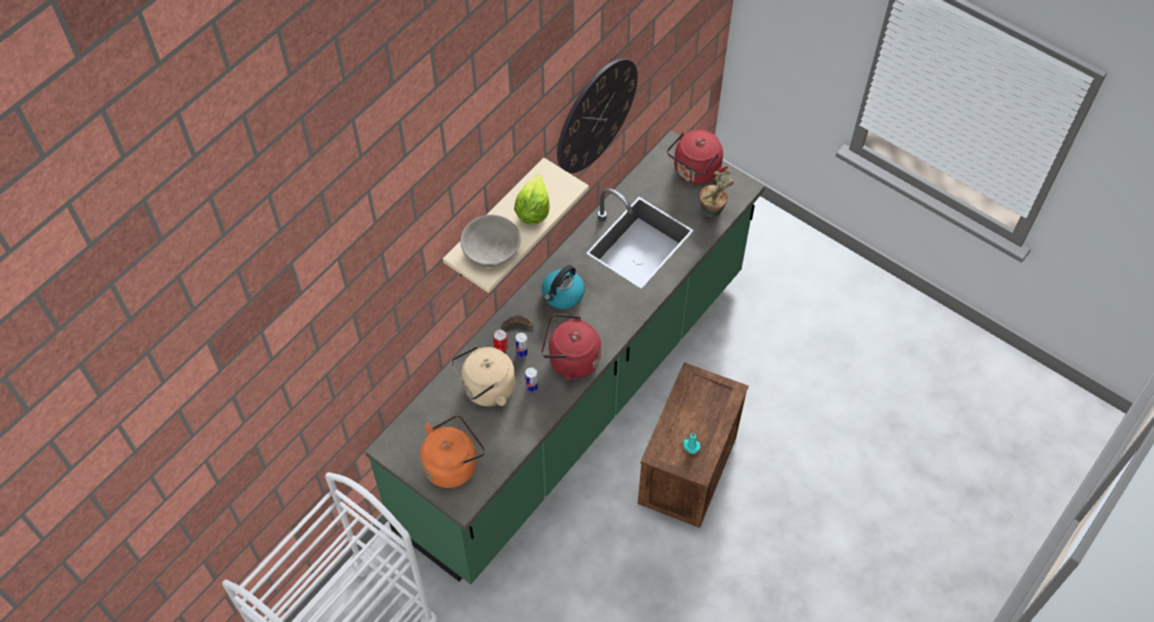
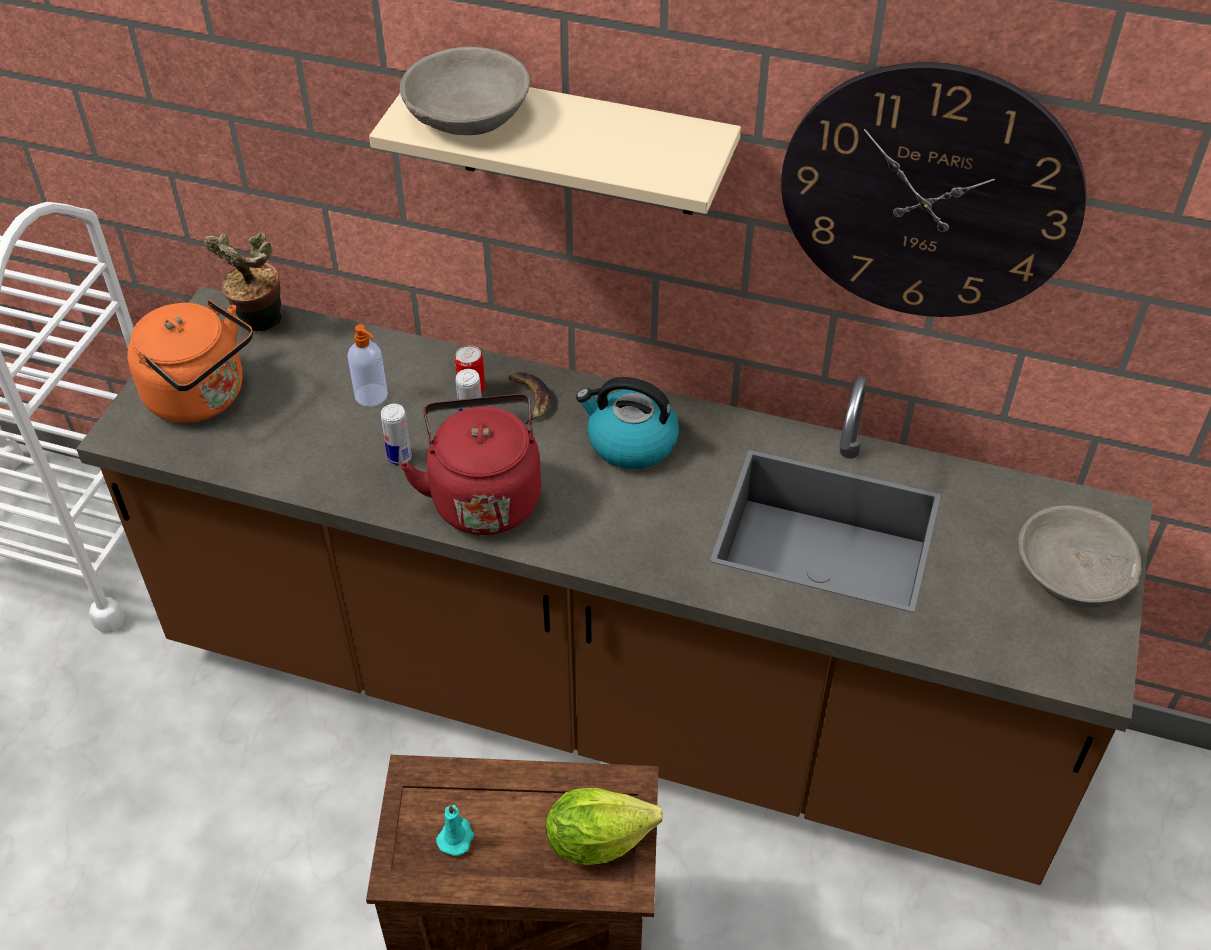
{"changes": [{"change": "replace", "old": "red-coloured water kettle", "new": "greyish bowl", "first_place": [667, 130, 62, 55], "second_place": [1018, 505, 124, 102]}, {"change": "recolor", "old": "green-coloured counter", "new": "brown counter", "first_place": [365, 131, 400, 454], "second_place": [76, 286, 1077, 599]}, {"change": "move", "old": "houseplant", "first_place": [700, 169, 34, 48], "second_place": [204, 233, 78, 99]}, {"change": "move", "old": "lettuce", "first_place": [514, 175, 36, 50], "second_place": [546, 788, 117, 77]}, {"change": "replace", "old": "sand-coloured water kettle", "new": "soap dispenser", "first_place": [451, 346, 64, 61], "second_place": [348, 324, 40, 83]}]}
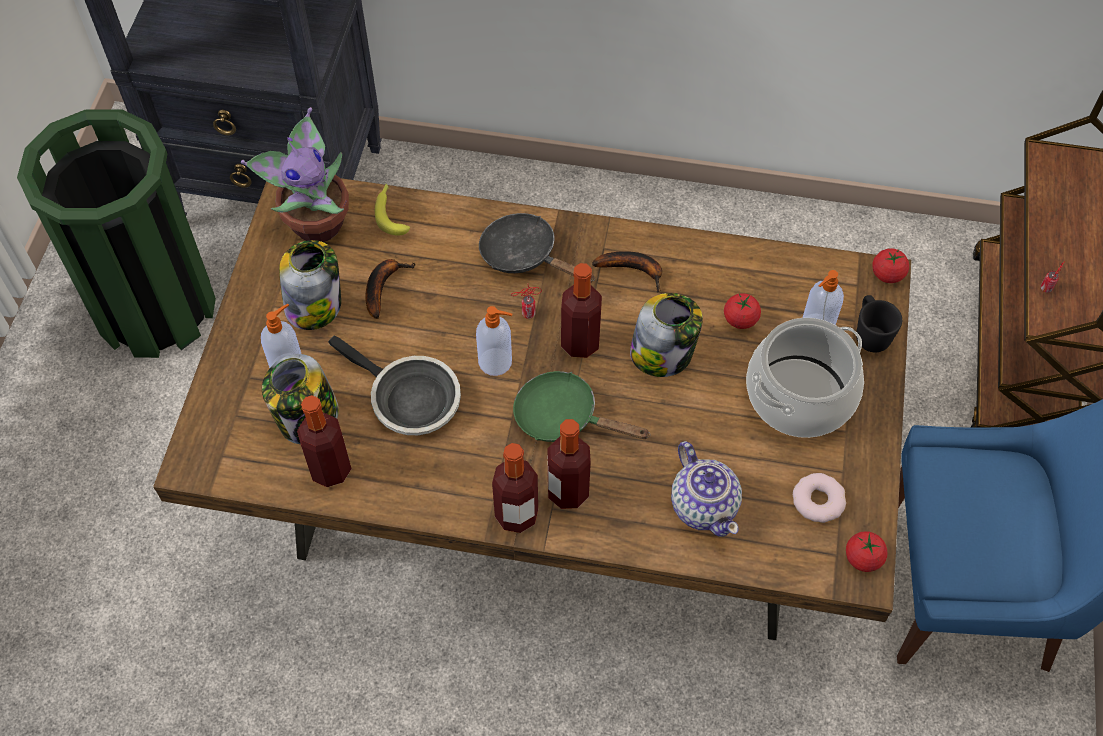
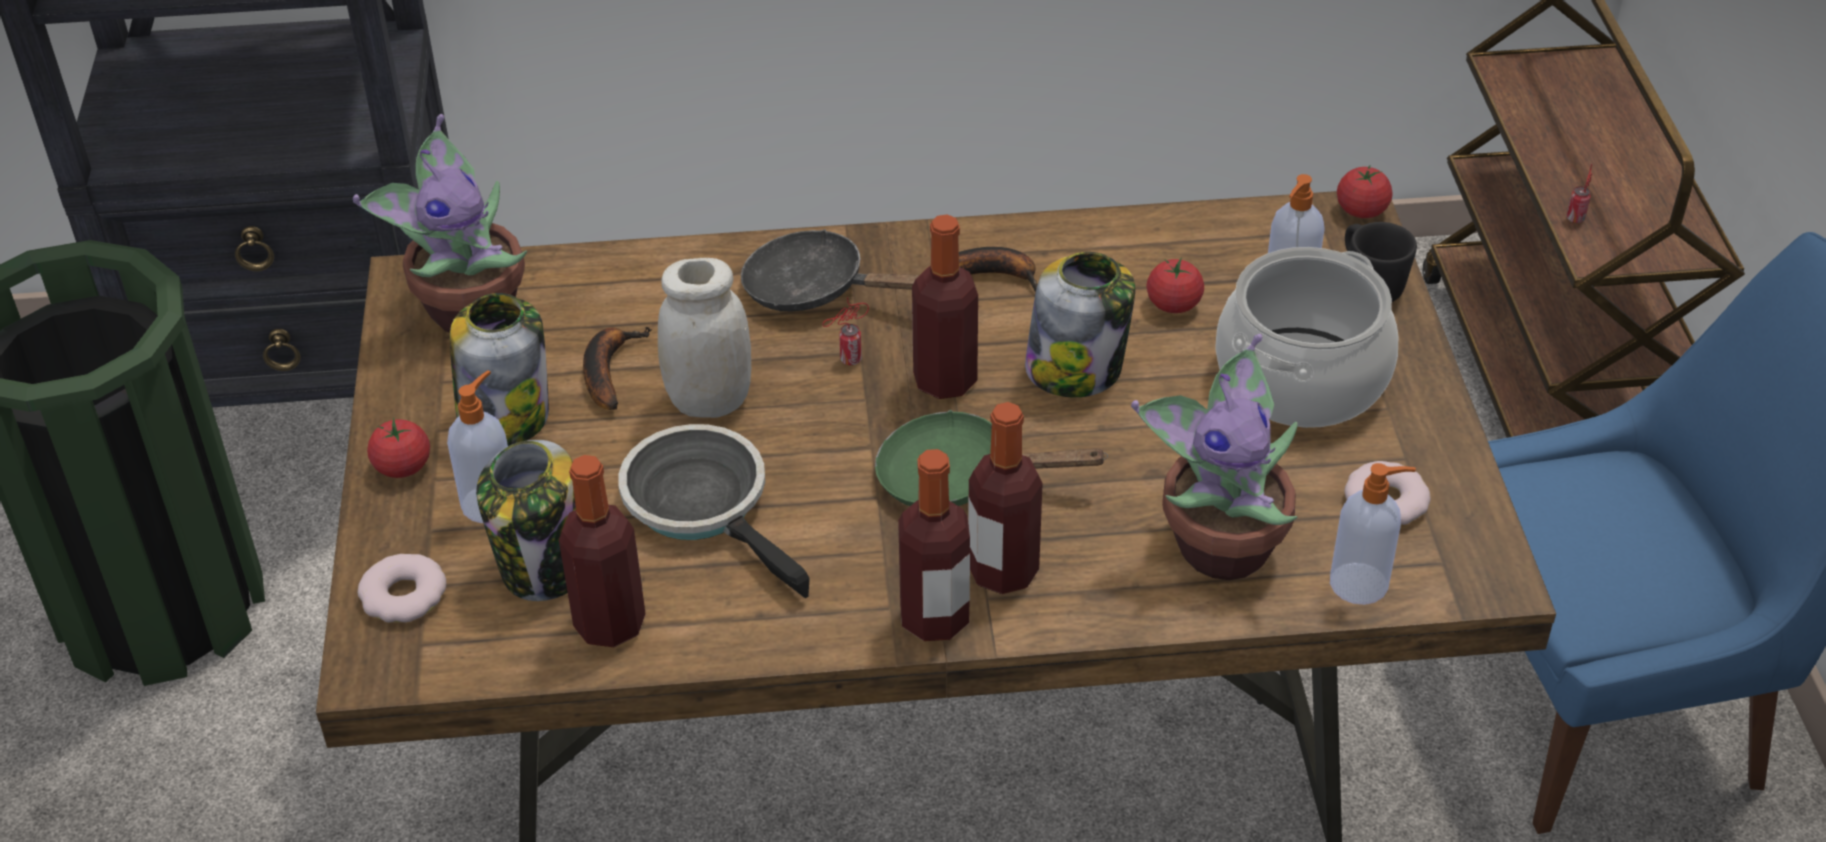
{"changes": [{"change": "delete", "old": "banana fruit", "first_place": [375, 184, 35, 51]}, {"change": "move", "old": "soap dispenser", "first_place": [476, 306, 36, 70], "second_place": [1330, 463, 86, 142]}, {"change": "rotate", "old": "pan", "first_place": [328, 336, 133, 99], "second_place": [618, 424, 192, 174], "degrees": -150}, {"change": "replace", "old": "tea pot", "new": "houseplant", "first_place": [671, 441, 71, 96], "second_place": [1131, 334, 167, 246]}, {"change": "move", "old": "whole tomato", "first_place": [846, 531, 42, 41], "second_place": [367, 417, 63, 61]}, {"change": "insert", "new": "white jar", "second_place": [658, 258, 93, 160]}, {"change": "insert", "new": "doughnut", "second_place": [358, 554, 88, 69]}]}
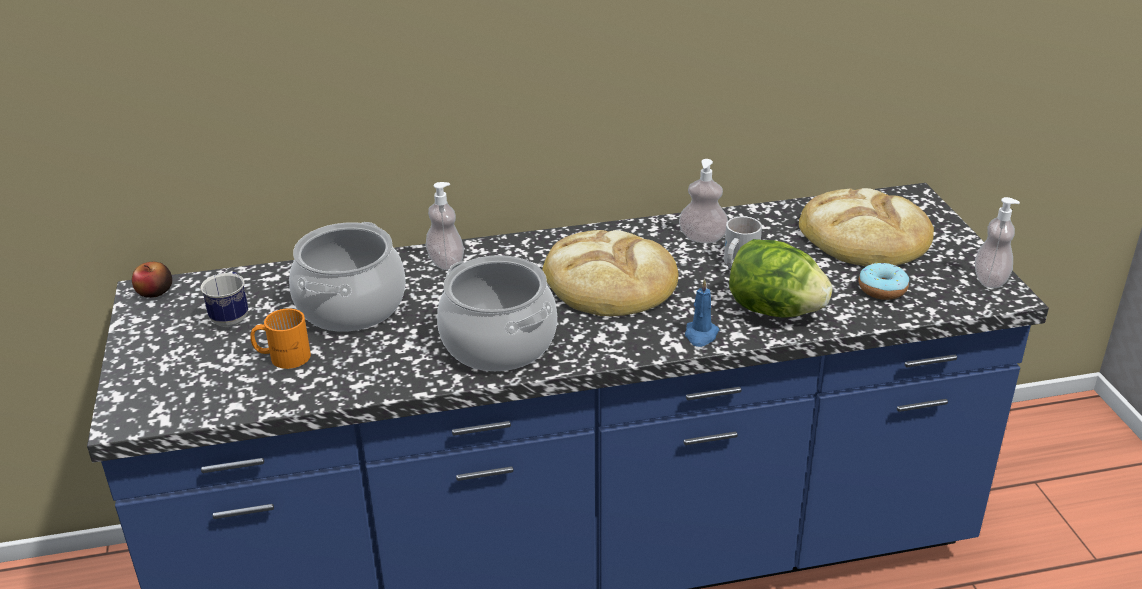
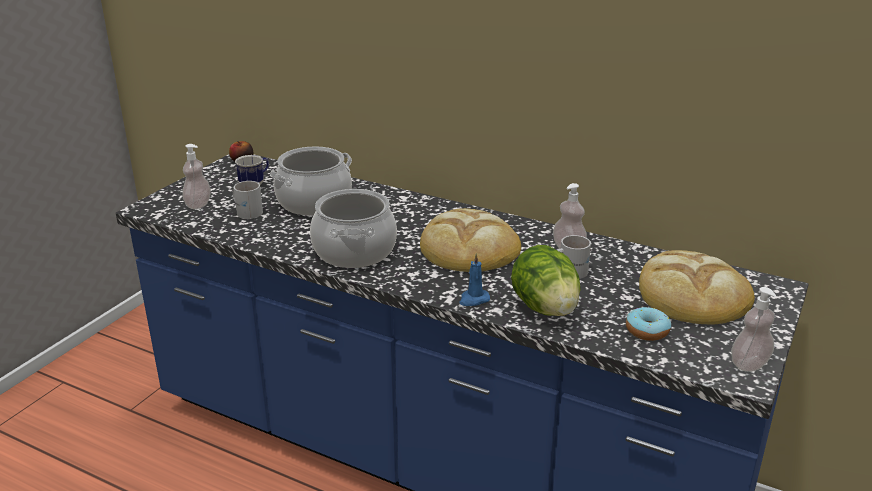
{"changes": [{"change": "move", "old": "soap dispenser", "first_place": [425, 182, 39, 88], "second_place": [182, 144, 29, 65]}, {"change": "recolor", "old": "orangey mug", "new": "white mug", "first_place": [250, 308, 61, 61], "second_place": [233, 181, 30, 38]}]}
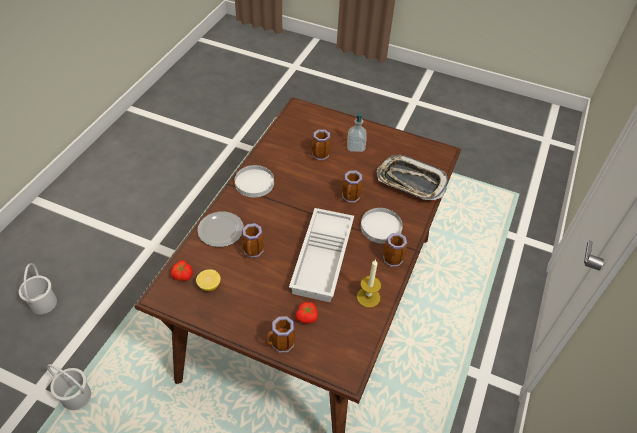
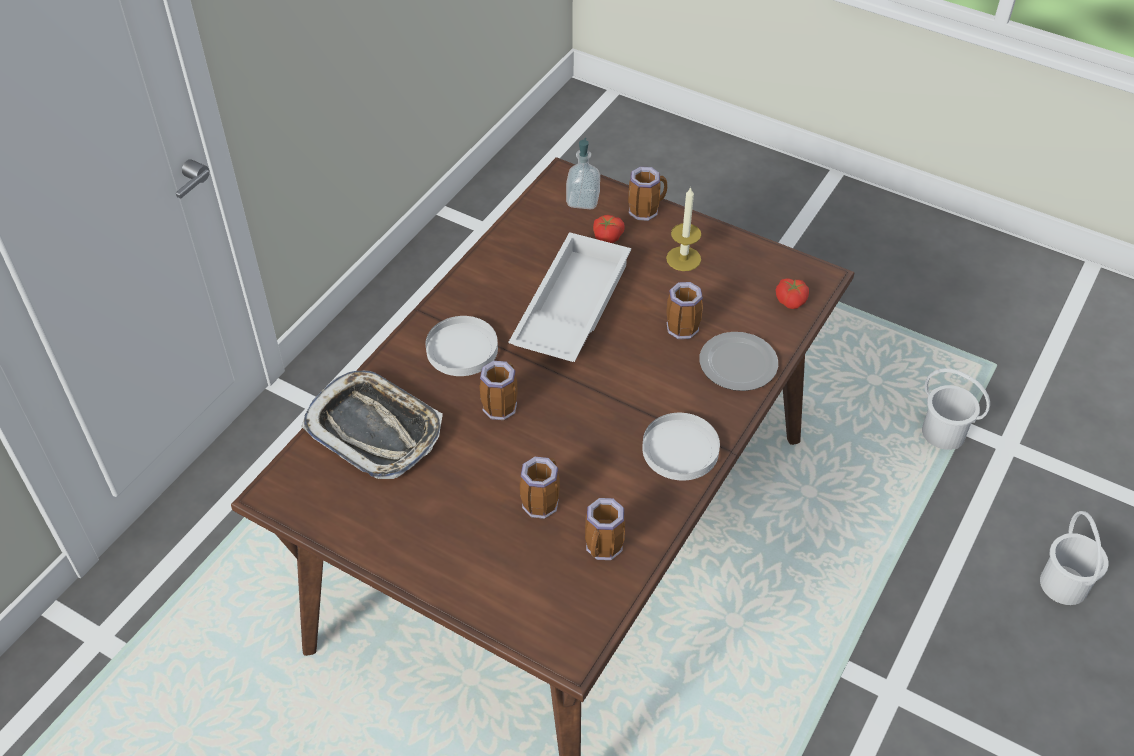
{"changes": [{"change": "move", "old": "soap dispenser", "first_place": [347, 113, 20, 39], "second_place": [566, 138, 34, 72]}, {"change": "move", "old": "mug", "first_place": [383, 233, 24, 34], "second_place": [585, 498, 40, 62]}, {"change": "move", "old": "candle", "first_place": [357, 259, 24, 49], "second_place": [666, 186, 35, 85]}, {"change": "delete", "old": "citrus fruit", "first_place": [196, 269, 25, 22]}]}
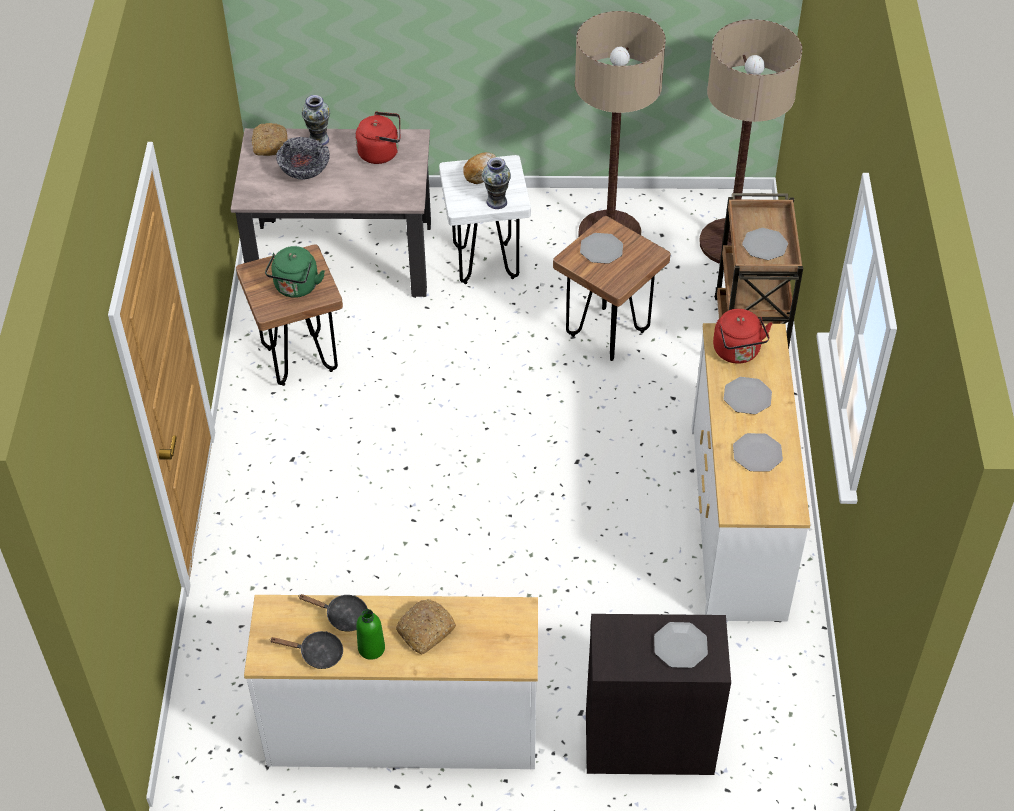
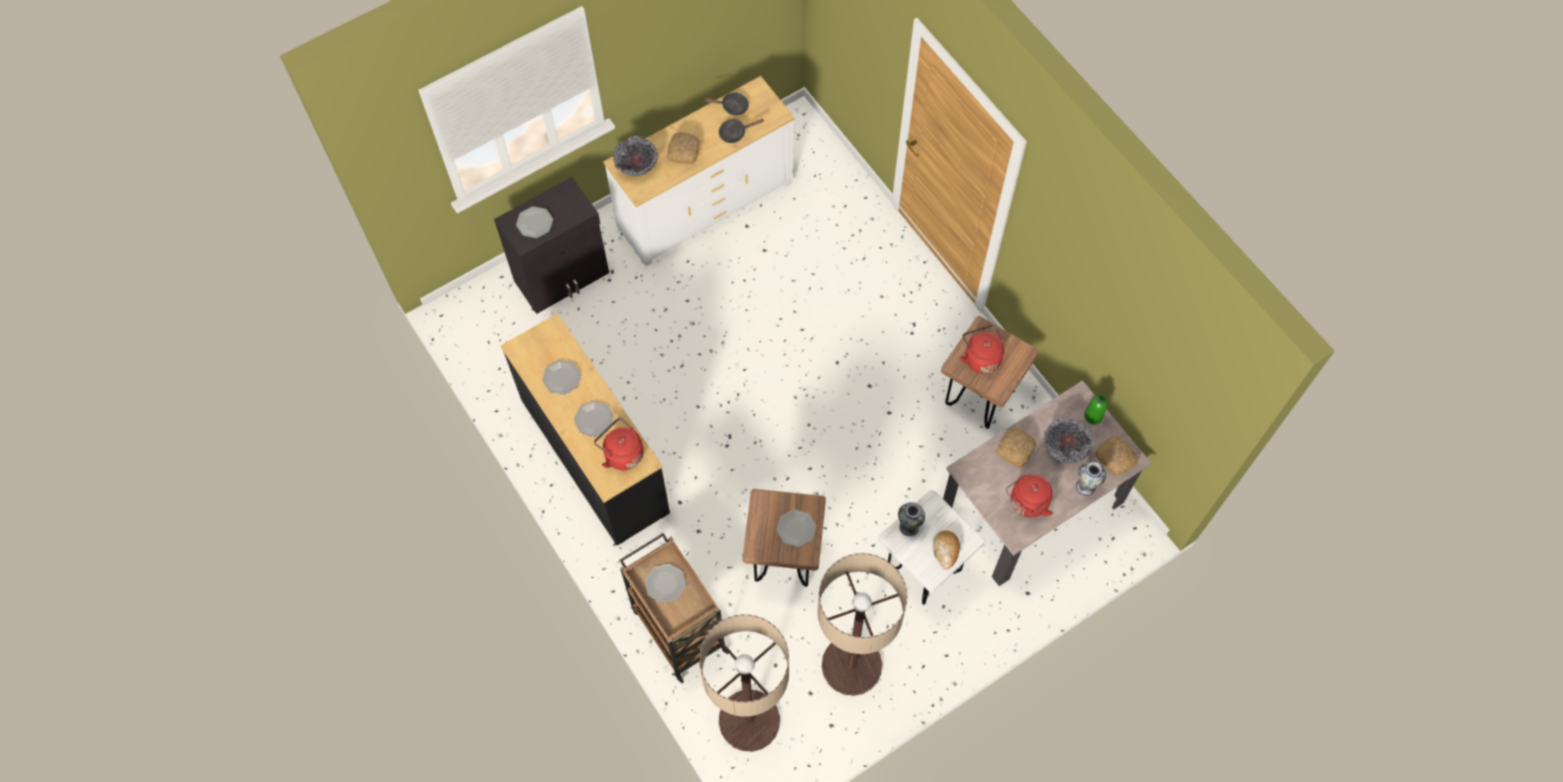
{"changes": [{"change": "recolor", "old": "green-coloured water kettle", "new": "red-coloured water kettle", "first_place": [265, 246, 60, 52], "second_place": [960, 325, 44, 49]}, {"change": "recolor", "old": "white chest of drawers", "new": "blackish chest of drawers", "first_place": [692, 323, 118, 299], "second_place": [501, 313, 169, 232]}, {"change": "move", "old": "green-coloured drink bottle", "first_place": [356, 609, 29, 51], "second_place": [1084, 394, 24, 30]}, {"change": "rotate", "old": "blackish pan", "first_place": [269, 631, 74, 38], "second_place": [703, 92, 46, 24], "degrees": -150}, {"change": "insert", "new": "bowl", "second_place": [613, 136, 45, 40]}, {"change": "insert", "new": "bakery bread", "second_place": [996, 427, 41, 40]}]}
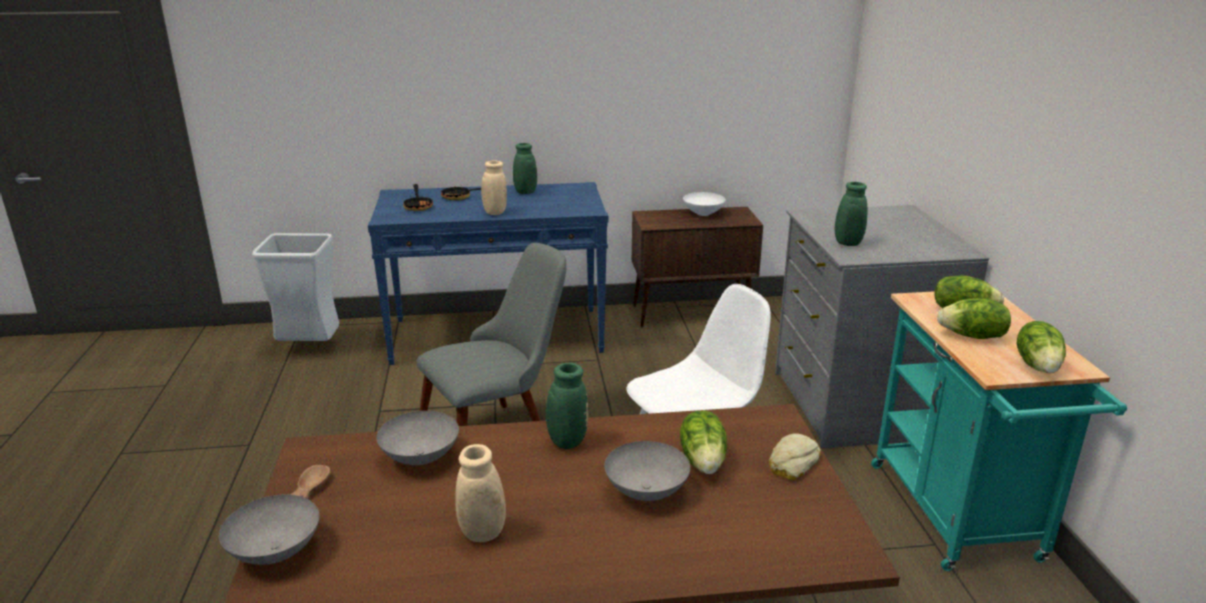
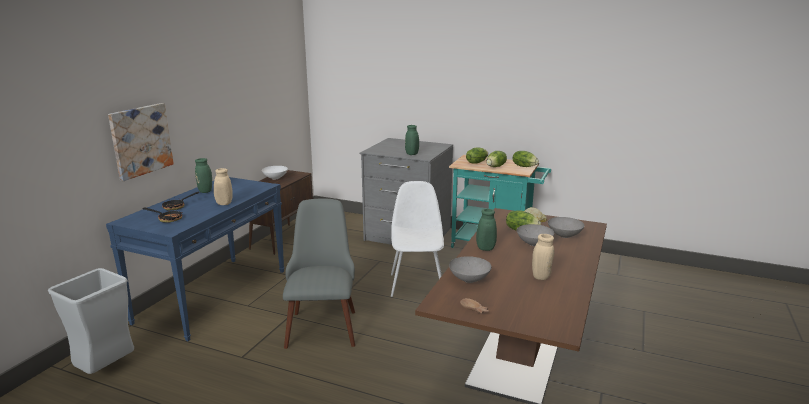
{"changes": [{"change": "move", "old": "greyish bowl", "first_place": [219, 495, 100, 70], "second_place": [548, 217, 37, 21]}, {"change": "insert", "new": "wall picture", "second_place": [108, 103, 66, 78]}]}
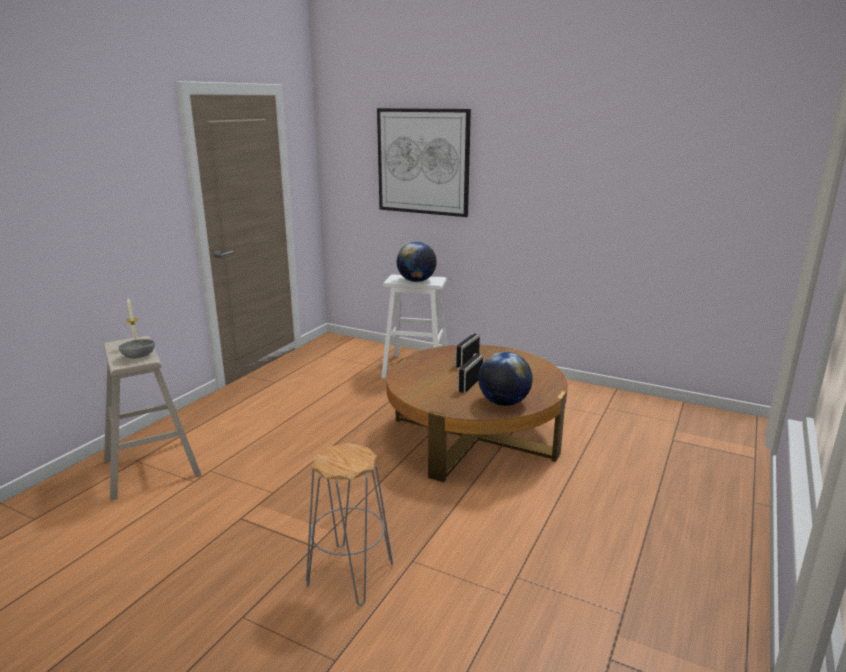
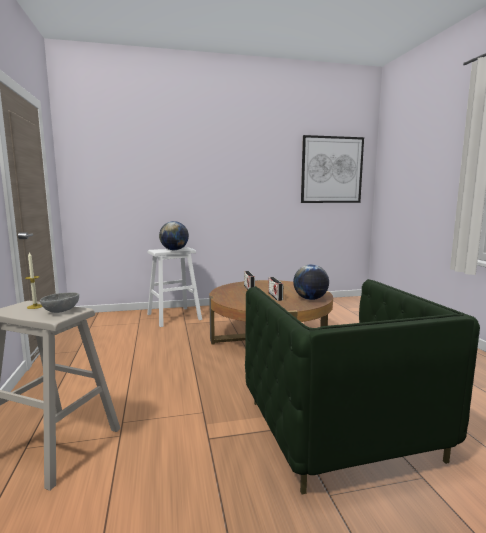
{"changes": [{"change": "move", "old": "wall picture", "first_place": [377, 108, 94, 109], "second_place": [301, 135, 63, 68]}, {"change": "replace", "old": "greyish stool seat", "new": "green-coloured armchair", "first_place": [306, 443, 87, 163], "second_place": [245, 279, 235, 215]}]}
